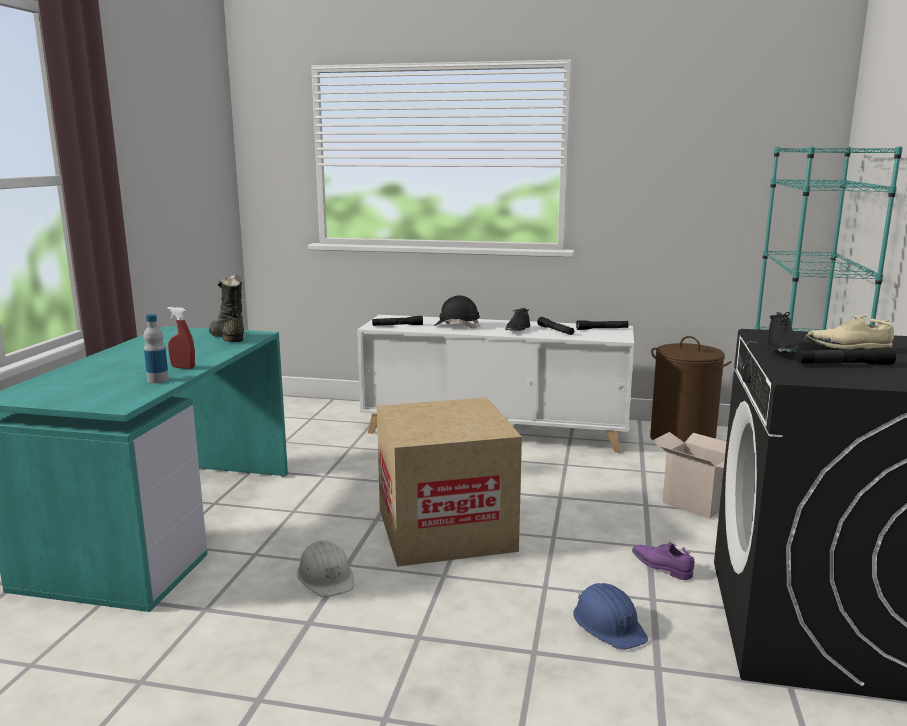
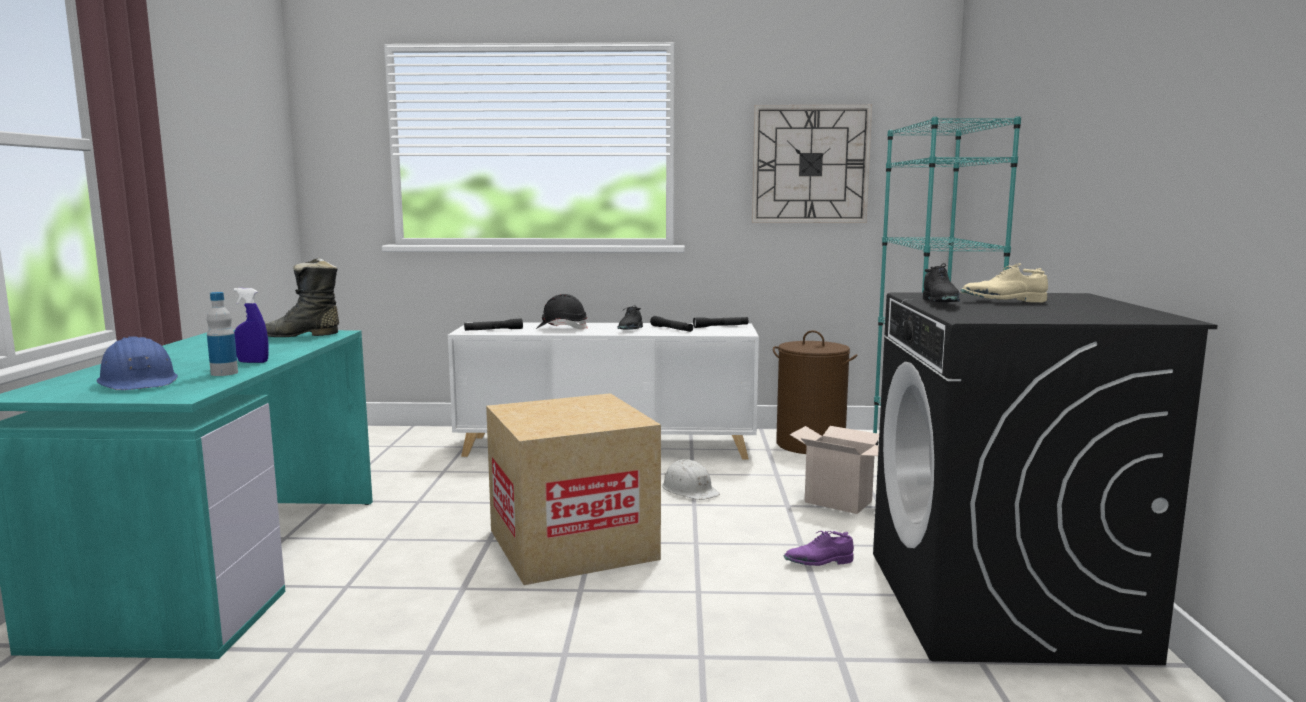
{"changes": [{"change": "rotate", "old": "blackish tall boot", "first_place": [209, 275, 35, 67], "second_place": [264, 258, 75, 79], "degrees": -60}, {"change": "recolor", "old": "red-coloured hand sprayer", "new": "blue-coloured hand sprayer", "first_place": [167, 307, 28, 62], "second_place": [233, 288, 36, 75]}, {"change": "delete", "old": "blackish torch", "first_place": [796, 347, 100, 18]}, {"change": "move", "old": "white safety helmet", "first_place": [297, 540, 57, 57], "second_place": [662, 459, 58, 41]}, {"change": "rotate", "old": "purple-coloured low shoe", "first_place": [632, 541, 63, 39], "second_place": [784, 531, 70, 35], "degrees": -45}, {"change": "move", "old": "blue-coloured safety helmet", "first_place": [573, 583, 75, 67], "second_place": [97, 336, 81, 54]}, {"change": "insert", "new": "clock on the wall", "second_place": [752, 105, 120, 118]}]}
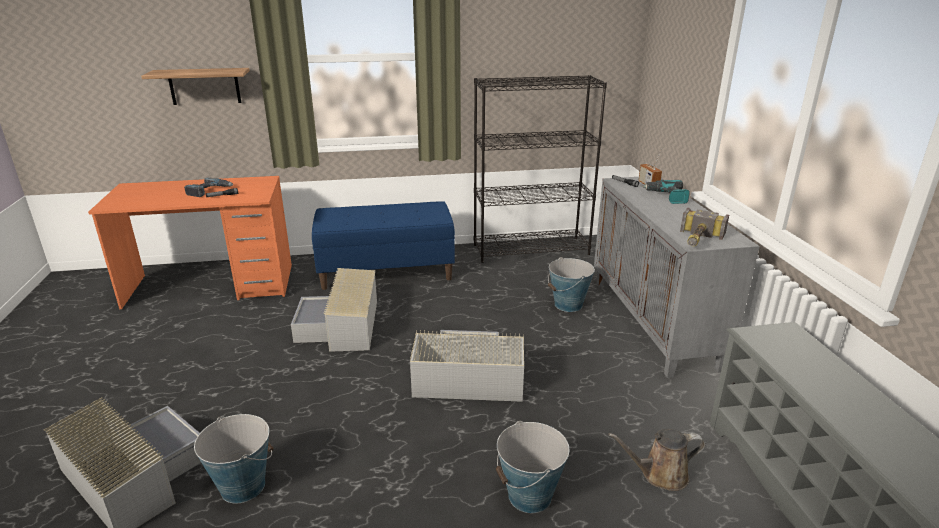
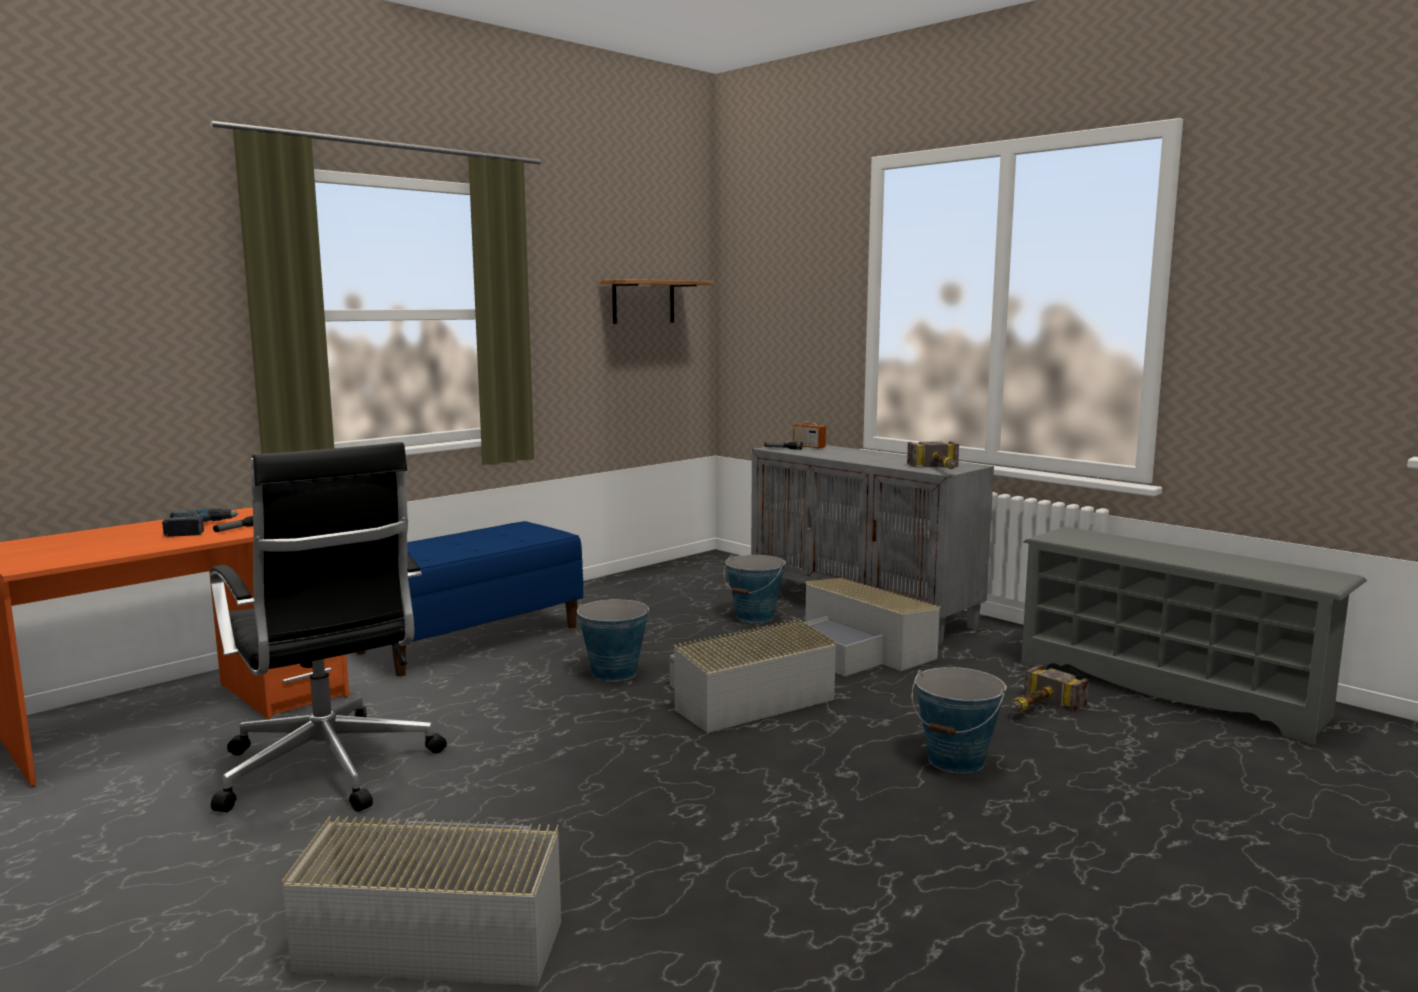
{"changes": [{"change": "move", "old": "bracket shelf", "first_place": [141, 68, 109, 37], "second_place": [600, 279, 113, 45]}, {"change": "delete", "old": "blackish shelving unit", "first_place": [474, 75, 133, 188]}, {"change": "delete", "old": "power drill", "first_place": [642, 180, 48, 24]}, {"change": "move", "old": "greyish storage container", "first_place": [291, 268, 86, 84], "second_place": [803, 578, 138, 98]}, {"change": "move", "old": "bucket", "first_place": [194, 414, 79, 90], "second_place": [577, 599, 74, 83]}, {"change": "replace", "old": "brown sprinkling can", "new": "tool hammer", "first_place": [608, 429, 97, 62], "second_place": [1010, 665, 79, 47]}, {"change": "insert", "new": "blackish desk chair", "second_place": [210, 442, 237, 370]}]}
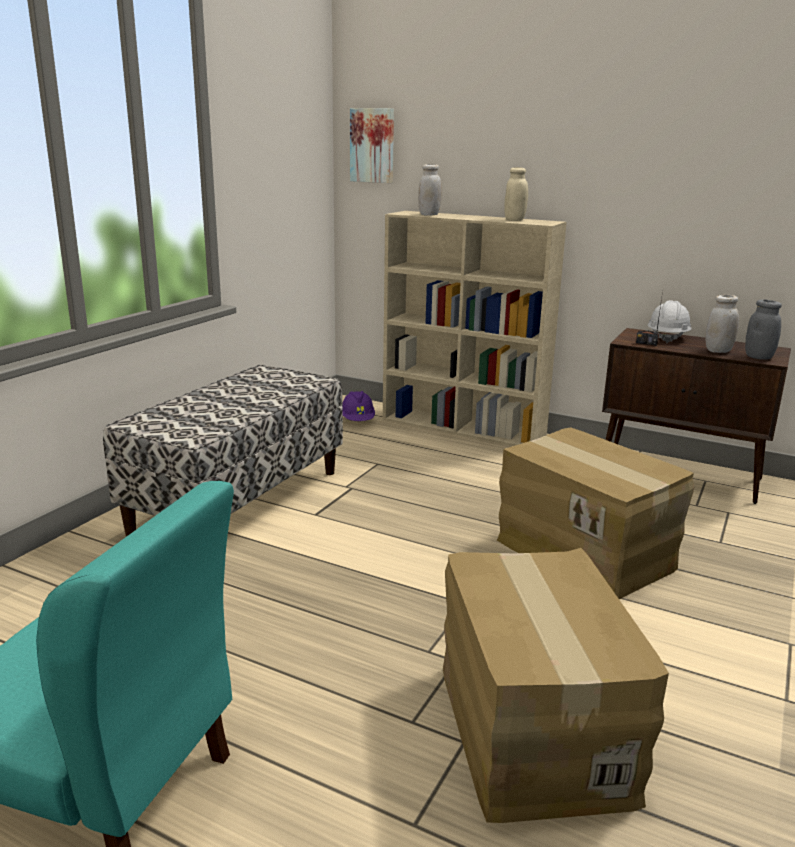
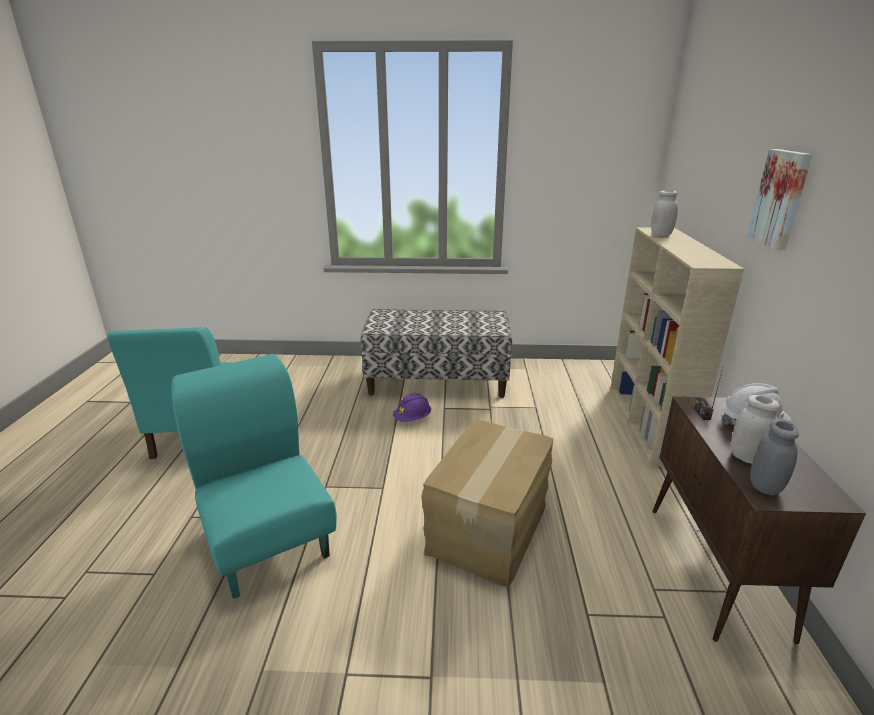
{"changes": [{"change": "move", "old": "wall picture", "first_place": [350, 108, 44, 75], "second_place": [747, 149, 66, 101]}, {"change": "delete", "old": "sand-coloured jar", "first_place": [504, 167, 24, 54]}, {"change": "move", "old": "purple-coloured safety helmet", "first_place": [342, 391, 33, 30], "second_place": [393, 393, 38, 29]}, {"change": "replace", "old": "cardboard box", "new": "turquoise chair", "first_place": [443, 548, 226, 275], "second_place": [171, 354, 166, 245]}]}
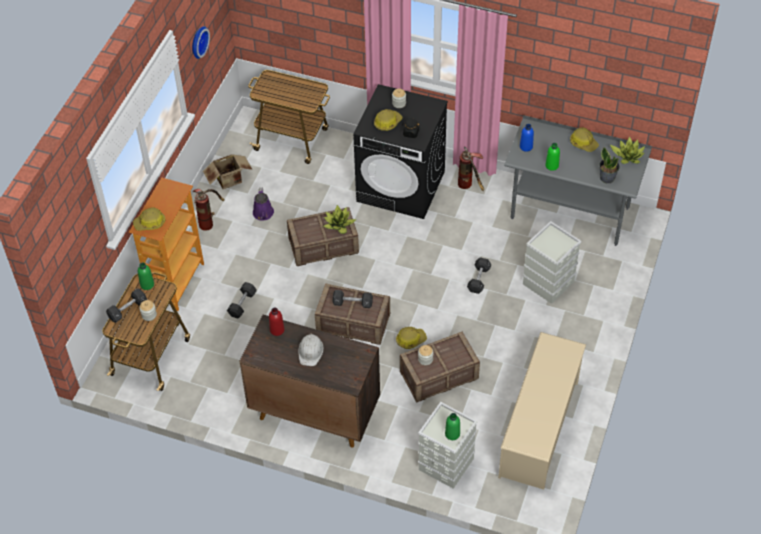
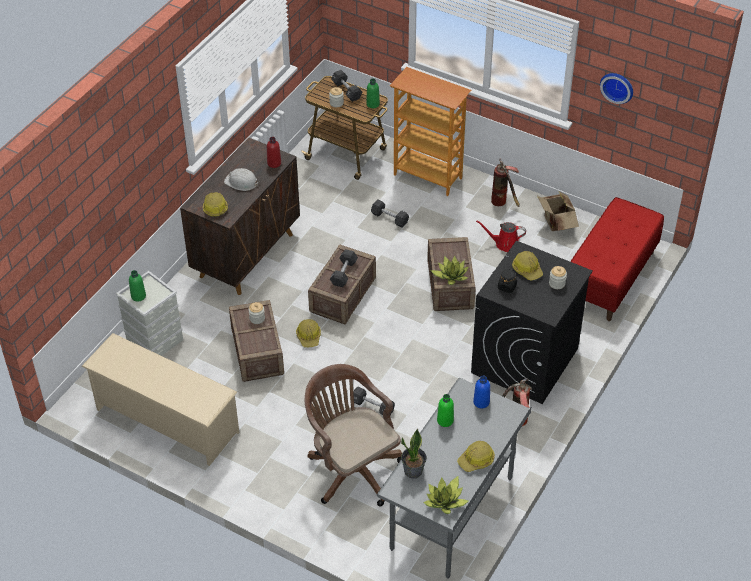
{"changes": [{"change": "replace", "old": "cart", "new": "red-coloured long seat", "first_place": [248, 70, 82, 94], "second_place": [570, 197, 94, 124]}, {"change": "recolor", "old": "purple-coloured sprinkling can", "new": "red-coloured sprinkling can", "first_place": [253, 188, 21, 33], "second_place": [476, 220, 50, 32]}, {"change": "move", "old": "safety helmet", "first_place": [133, 207, 32, 24], "second_place": [203, 192, 25, 25]}, {"change": "replace", "old": "greyish storage container", "new": "brown desk chair", "first_place": [523, 221, 58, 83], "second_place": [305, 364, 97, 143]}]}
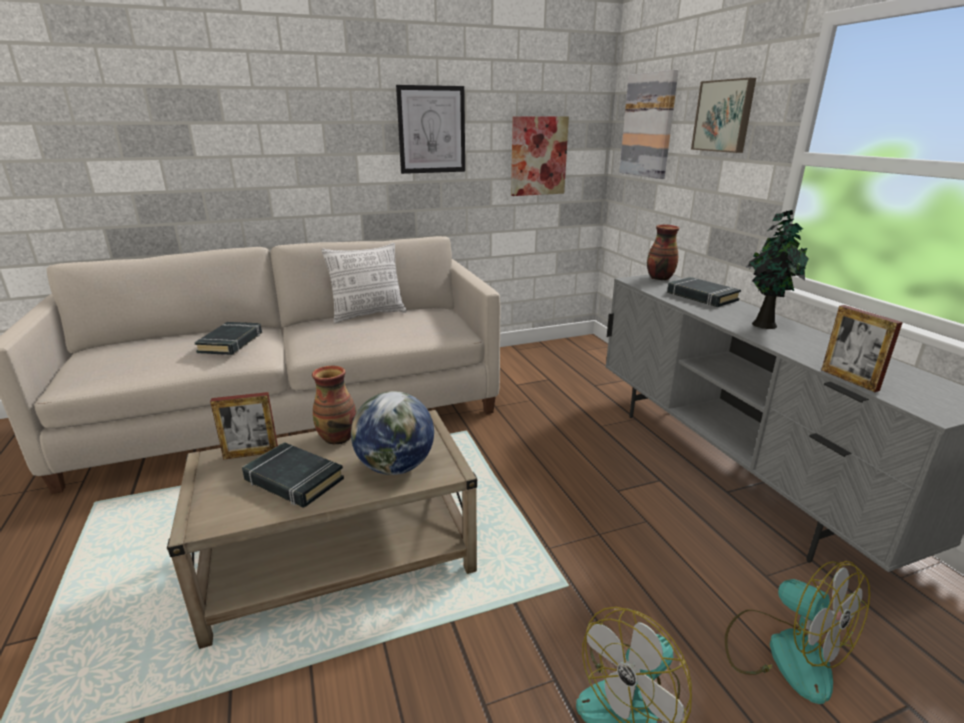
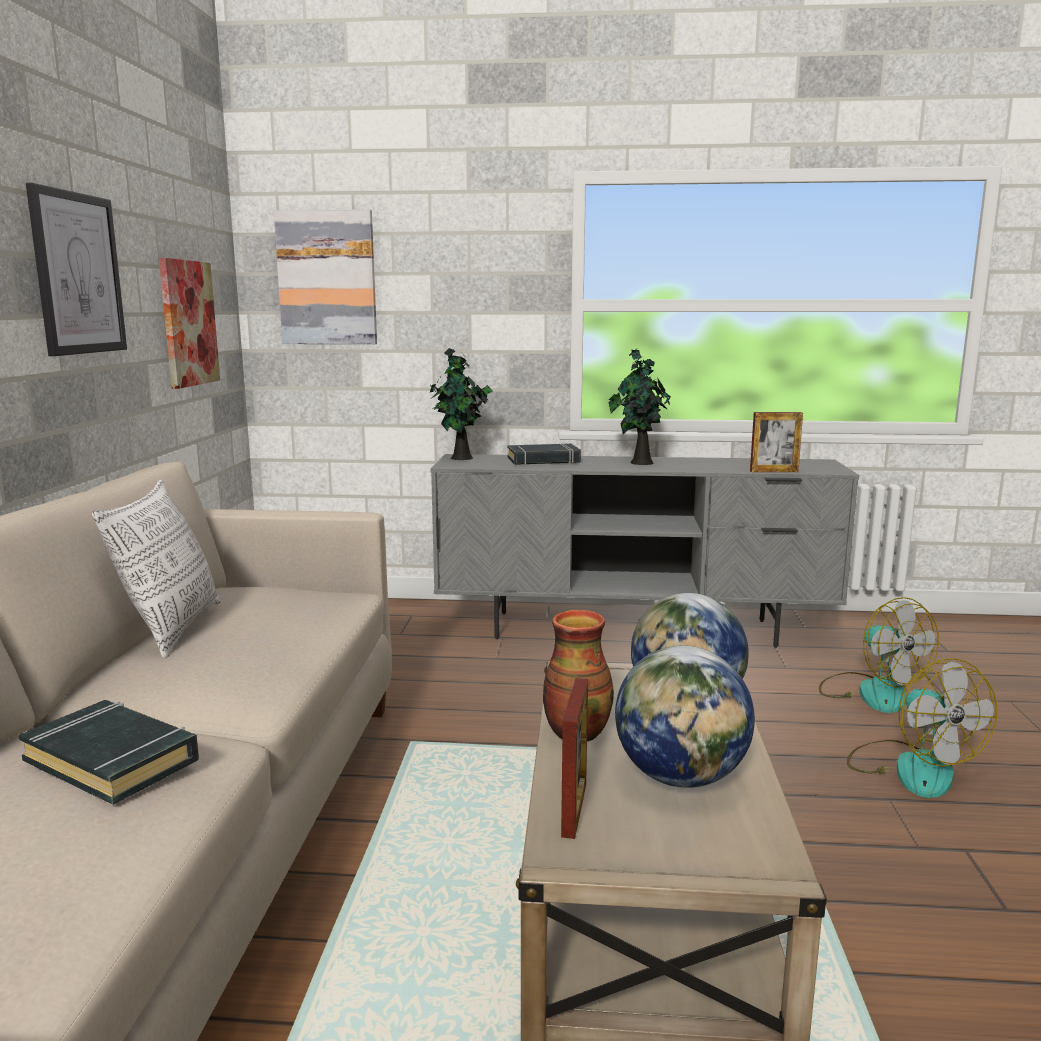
{"changes": [{"change": "delete", "old": "wall picture", "first_place": [691, 78, 65, 75]}, {"change": "replace", "old": "flower vase", "new": "houseplant", "first_place": [647, 224, 33, 56], "second_place": [429, 348, 63, 112]}, {"change": "replace", "old": "blackish volume", "new": "desk globe", "first_place": [242, 442, 102, 66], "second_place": [615, 646, 140, 142]}, {"change": "rotate", "old": "fan", "first_place": [725, 561, 145, 143], "second_place": [819, 597, 120, 116], "degrees": 75}]}
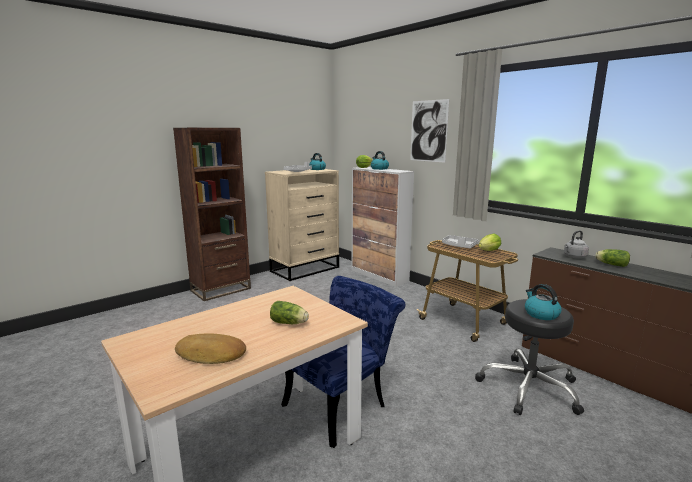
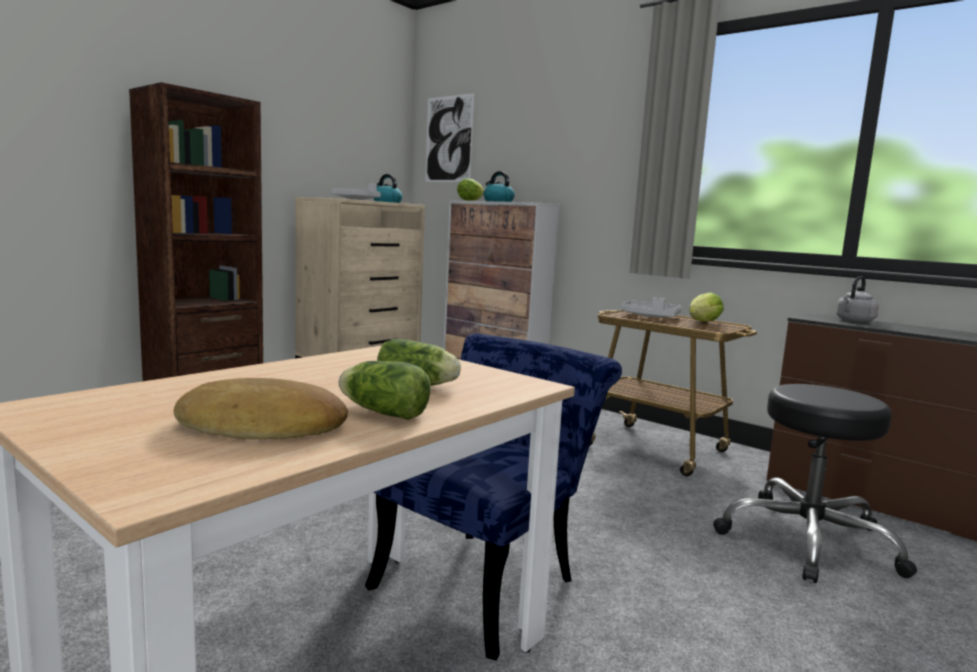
{"changes": [{"change": "move", "old": "wall picture", "first_place": [410, 99, 39, 64], "second_place": [425, 93, 49, 89]}, {"change": "move", "old": "lettuce", "first_place": [595, 249, 35, 18], "second_place": [338, 361, 93, 59]}, {"change": "delete", "old": "water kettle", "first_place": [525, 284, 36, 36]}]}
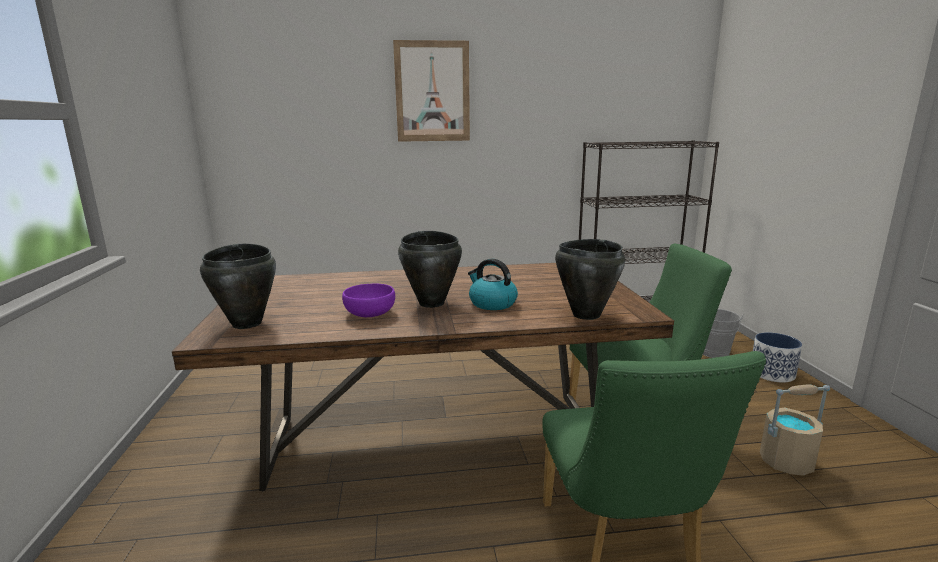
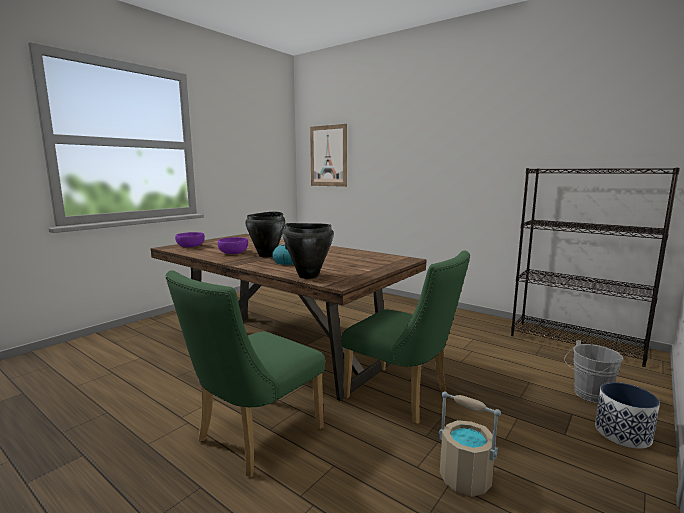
{"changes": [{"change": "move", "old": "wall picture", "first_place": [393, 40, 77, 102], "second_place": [310, 124, 37, 63]}, {"change": "replace", "old": "blackish saucepot", "new": "purple-coloured bowl", "first_place": [200, 244, 76, 85], "second_place": [175, 232, 30, 15]}]}
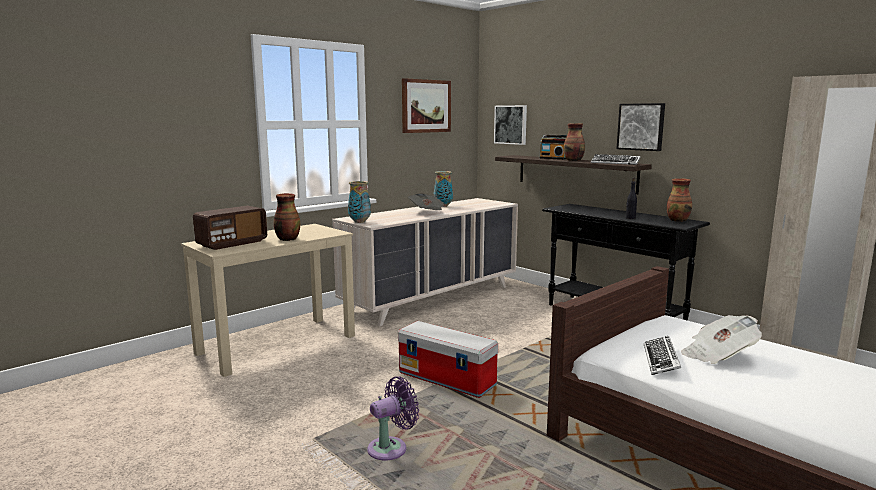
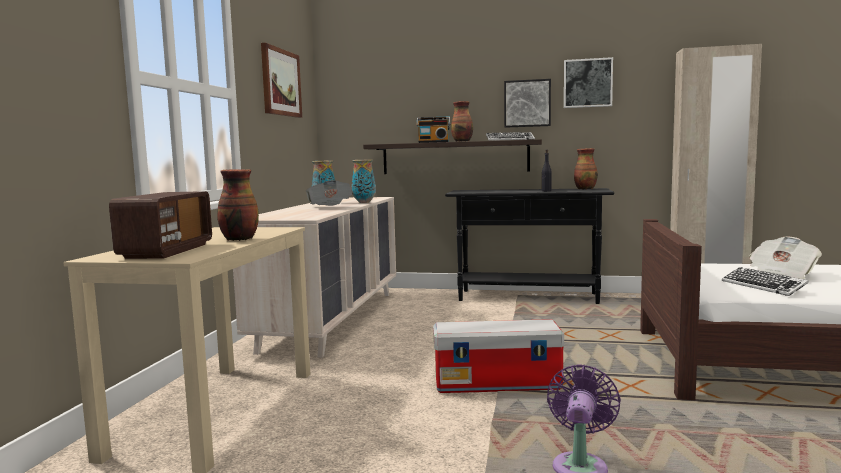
{"changes": [{"change": "move", "old": "wall picture", "first_place": [494, 105, 33, 40], "second_place": [564, 57, 49, 51]}, {"change": "move", "old": "flower vase", "first_place": [348, 181, 23, 42], "second_place": [352, 159, 24, 44]}]}
